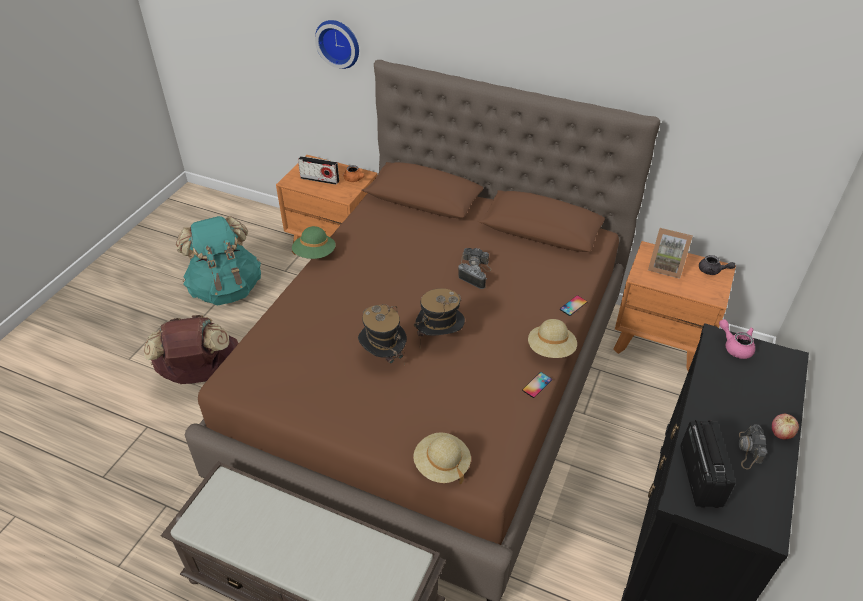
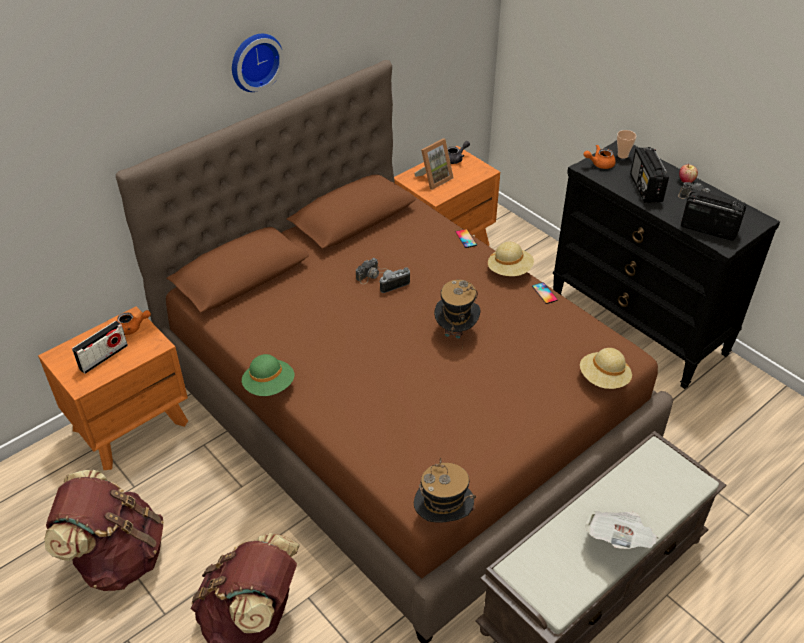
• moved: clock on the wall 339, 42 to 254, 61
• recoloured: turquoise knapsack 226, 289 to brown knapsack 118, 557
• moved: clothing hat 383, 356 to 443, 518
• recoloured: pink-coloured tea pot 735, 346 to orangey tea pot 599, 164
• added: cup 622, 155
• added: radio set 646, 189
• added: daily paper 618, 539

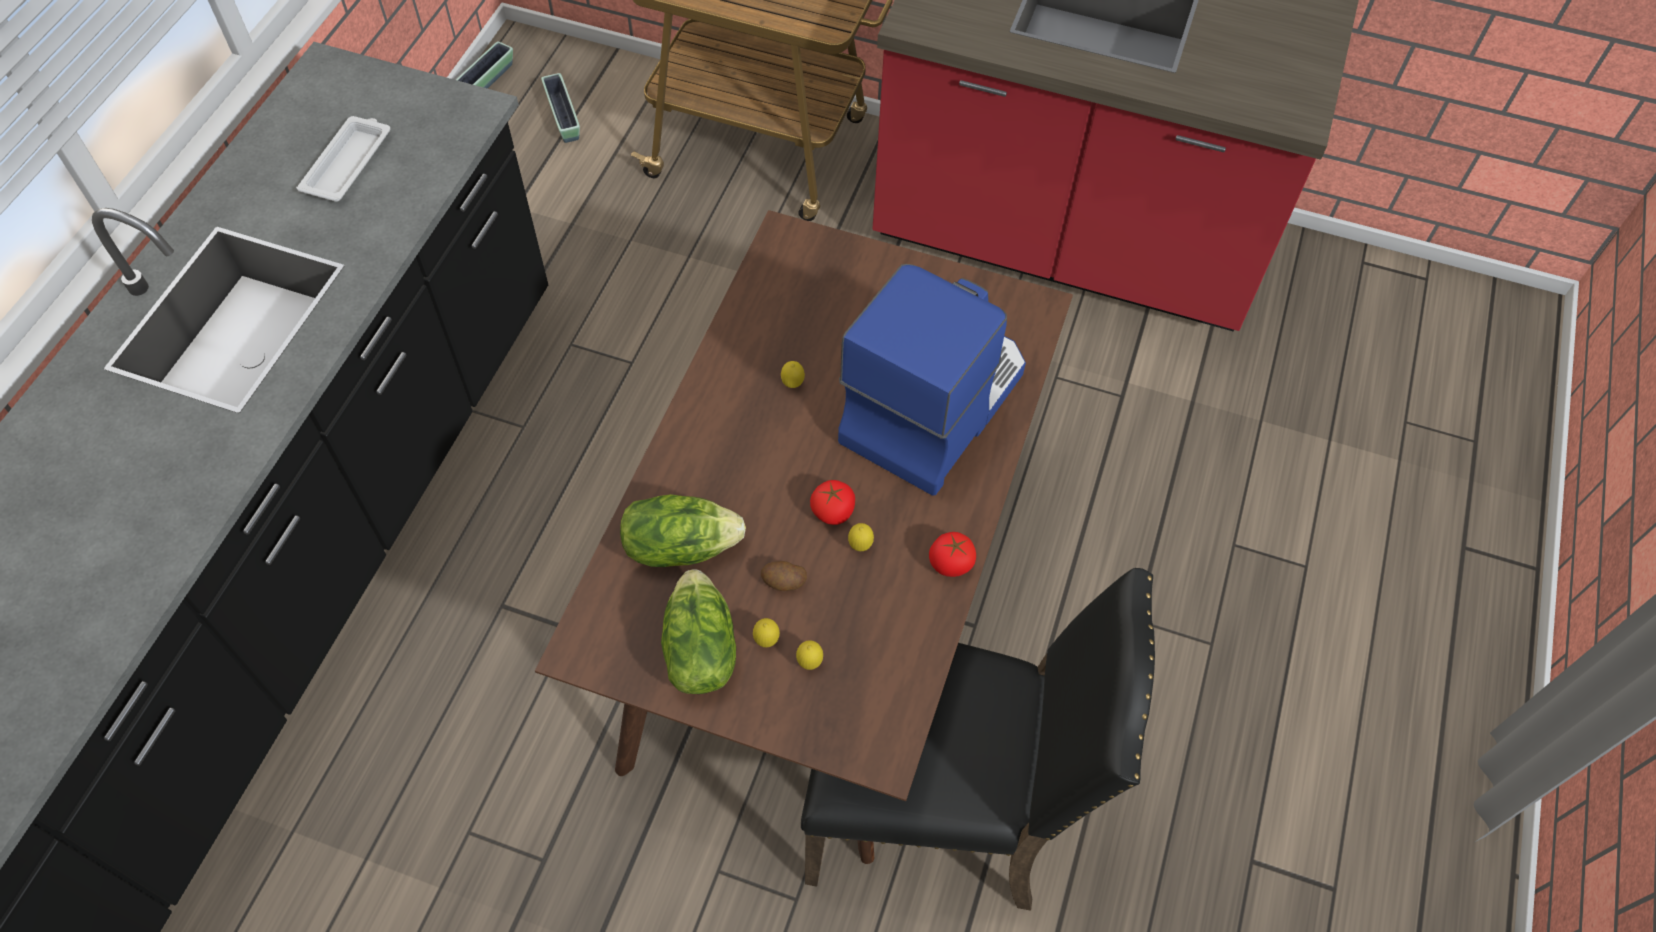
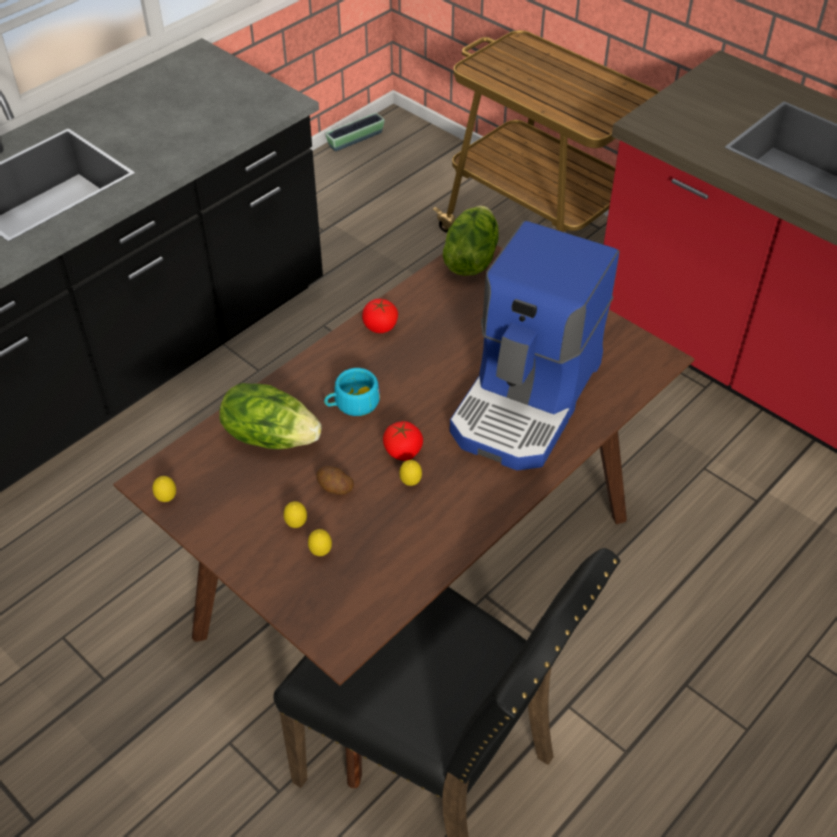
• removed: planter 563, 117
• removed: white-coloured serving tray 348, 163
• turned: coffee maker 931, 404 = 528, 400 150 degrees clockwise
• moved: whole lemon 792, 384 to 167, 499
• moved: fresh tomato 950, 563 to 380, 326
• moved: lettuce head 698, 650 to 470, 259
• added: turquoise cup 352, 403

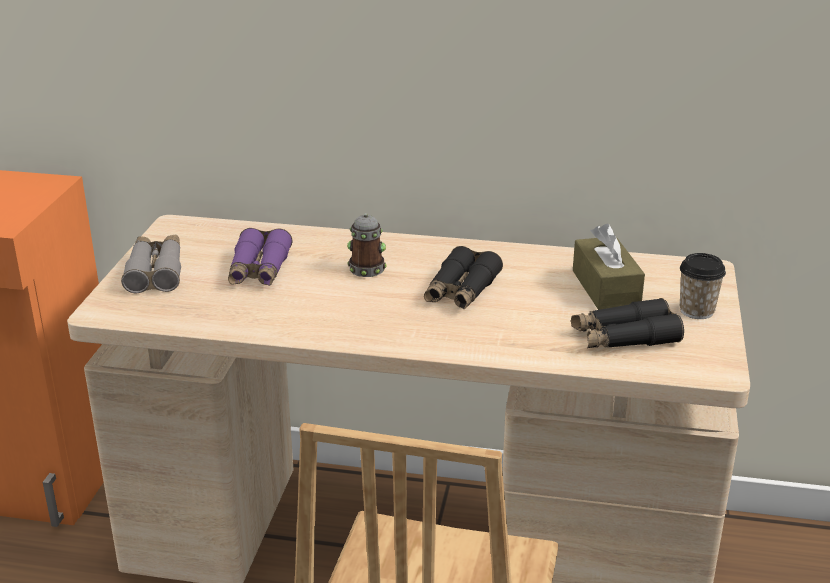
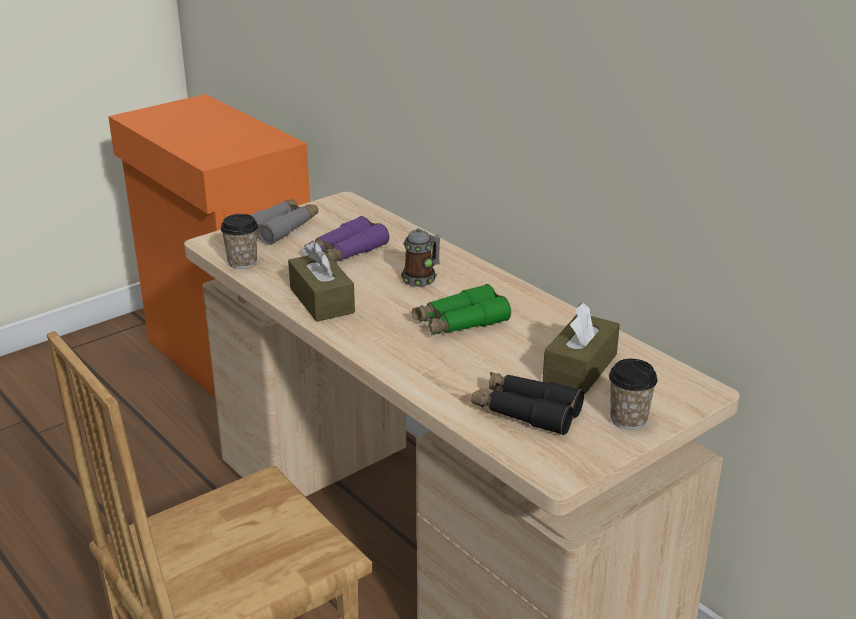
• recoloured: black binoculars 461, 291 to greenish binoculars 460, 322
• added: cup 242, 262
• added: brown tissue box 322, 300

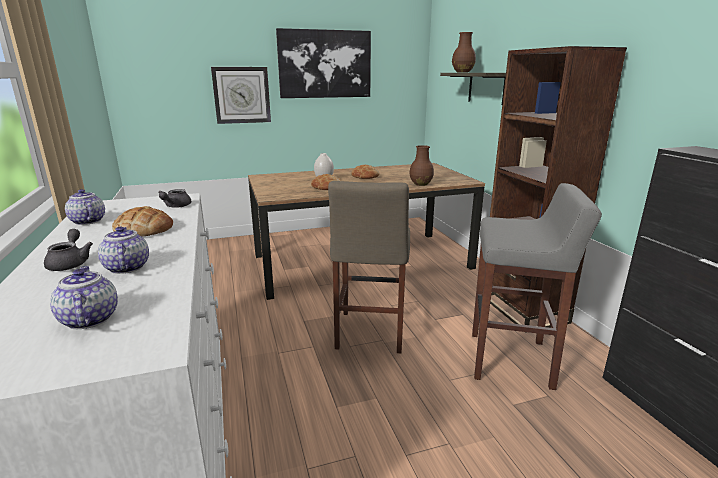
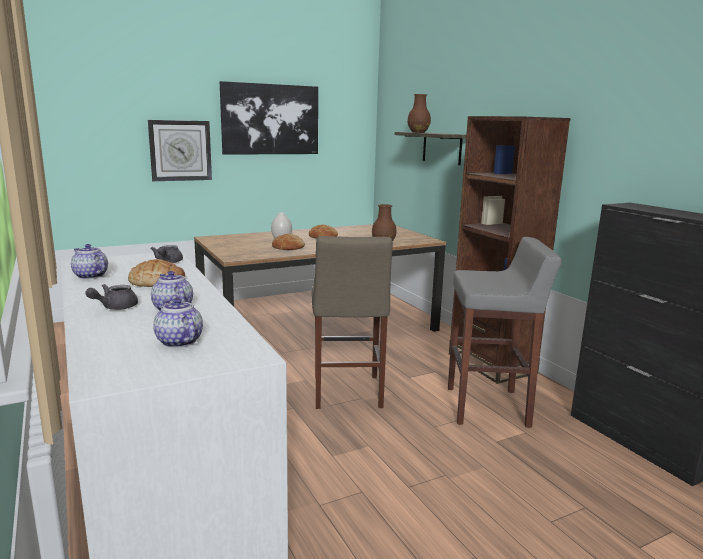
• turned: gray tea pot 70, 263 = 115, 307 120 degrees counterclockwise

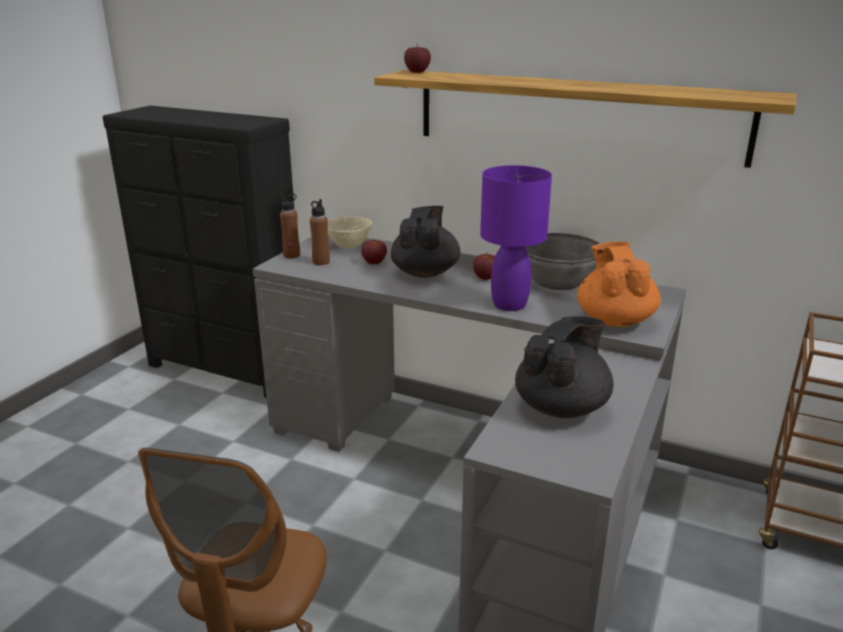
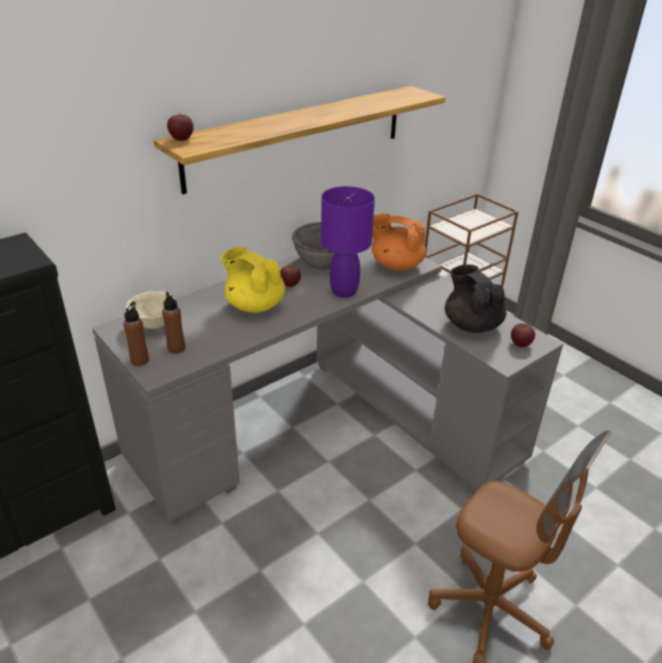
• recoloured: black tea pot 425, 272 to yellowish tea pot 254, 305
• moved: apple fruit 374, 262 to 520, 344

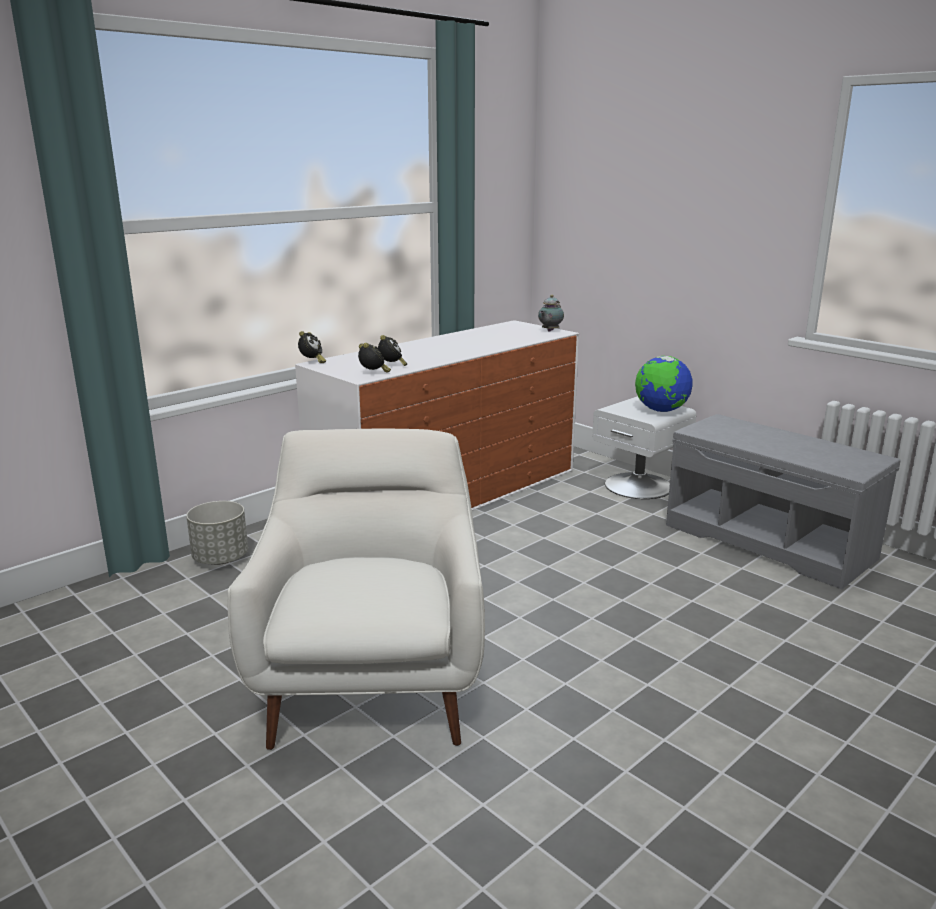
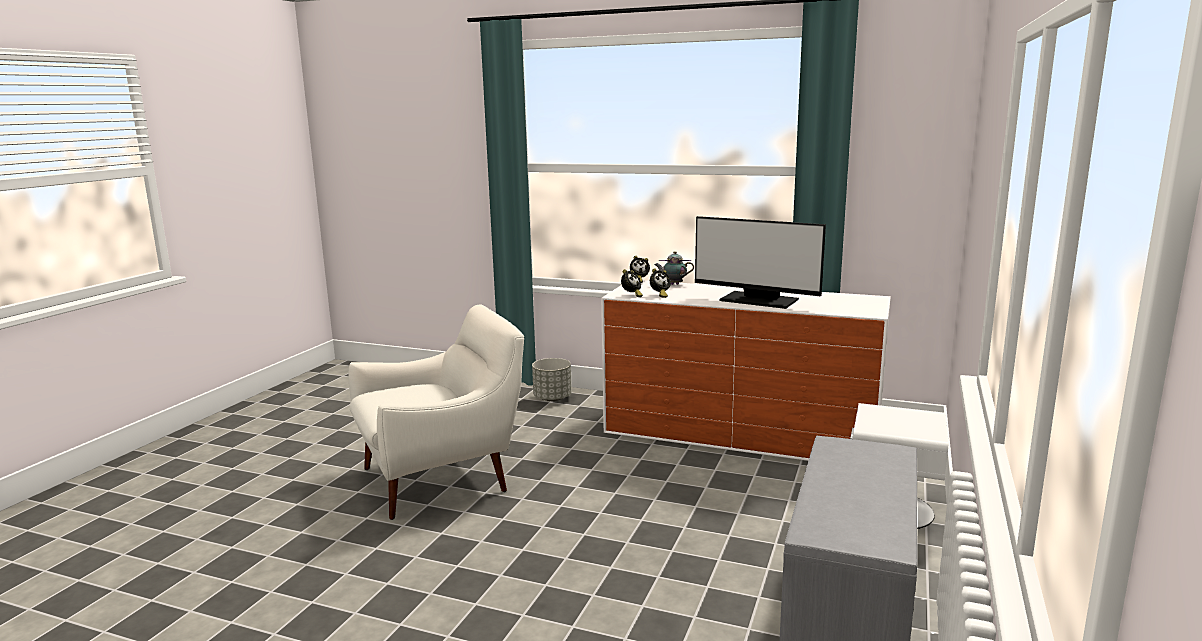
• moved: tea pot 549, 331 to 673, 284
• removed: desk globe 661, 411
• added: computer display 758, 300

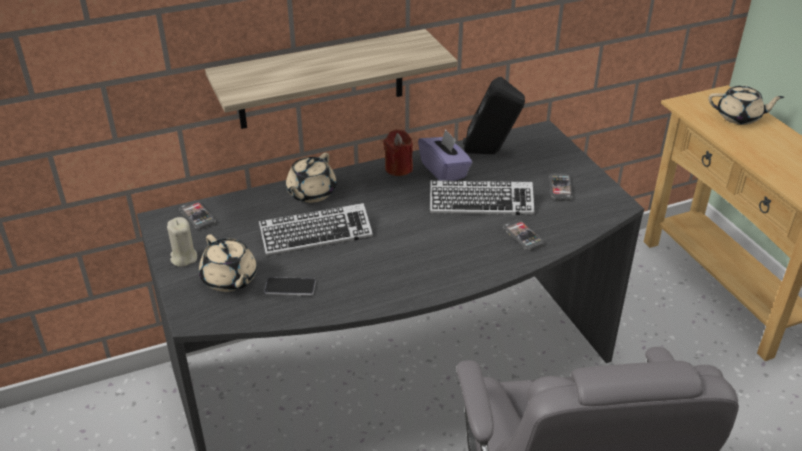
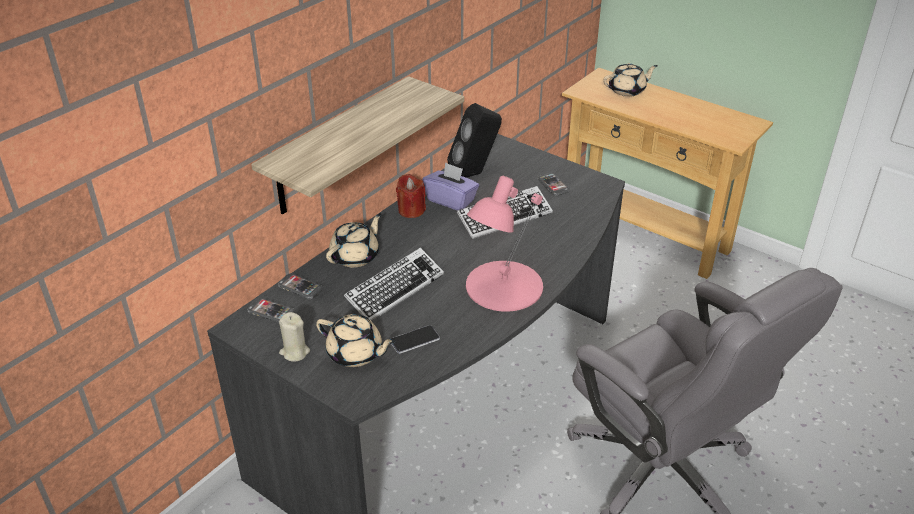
• turned: beige-coloured tea pot 311, 193 = 356, 256 135 degrees counterclockwise
• moved: telephone 523, 236 to 300, 287
• added: pink-coloured table lamp 502, 286

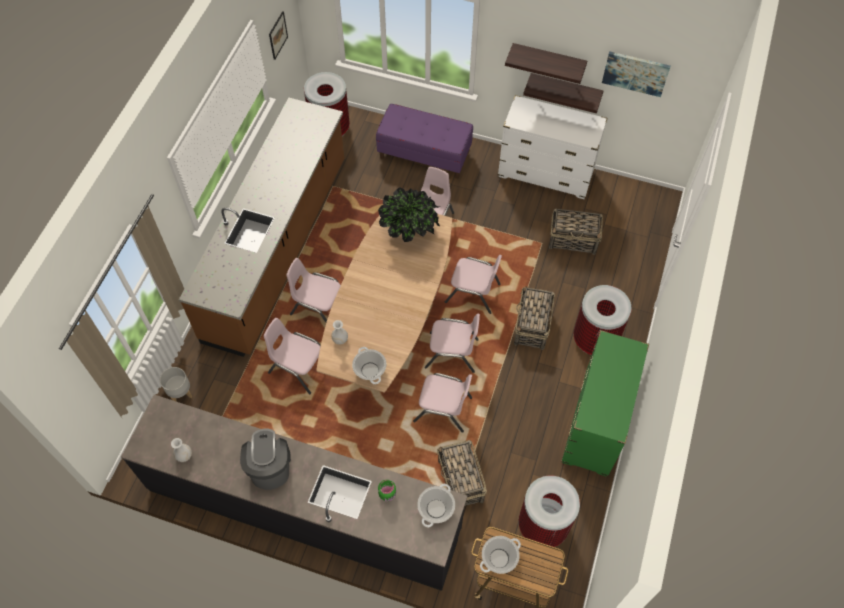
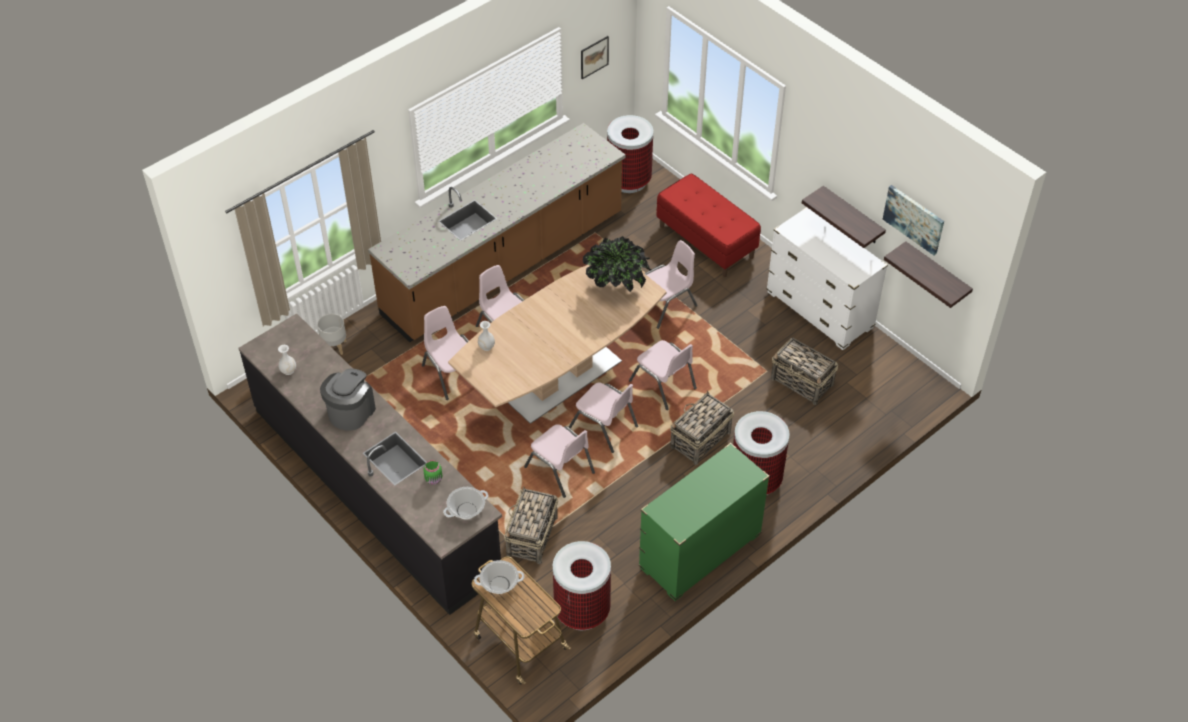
• moved: bracket shelf 548, 60 to 936, 273
• recoloured: purplish long seat 424, 155 to red-coloured long seat 706, 242
• removed: saucepot 369, 370

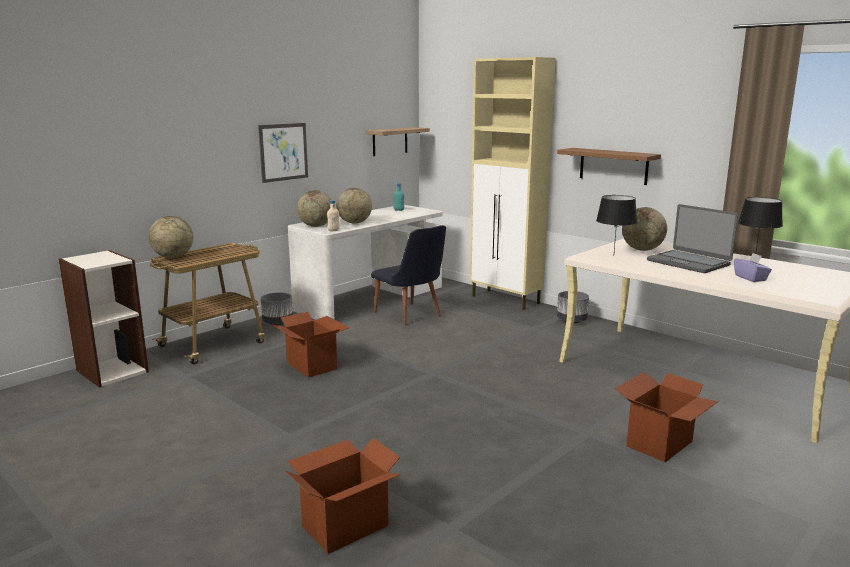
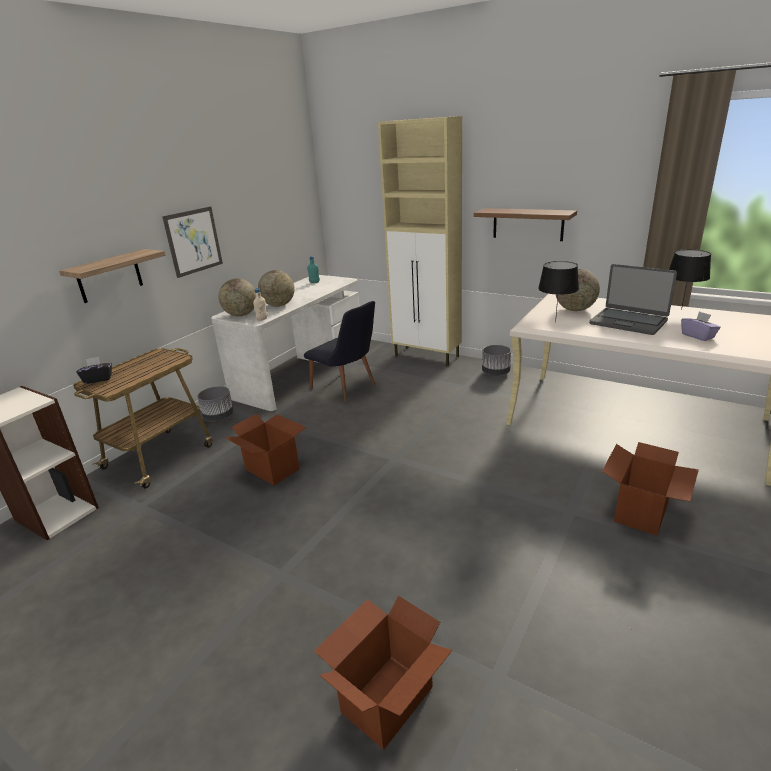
• moved: bracket shelf 390, 141 to 109, 276
• replaced: desk globe 173, 257 to black tissue box 98, 379

